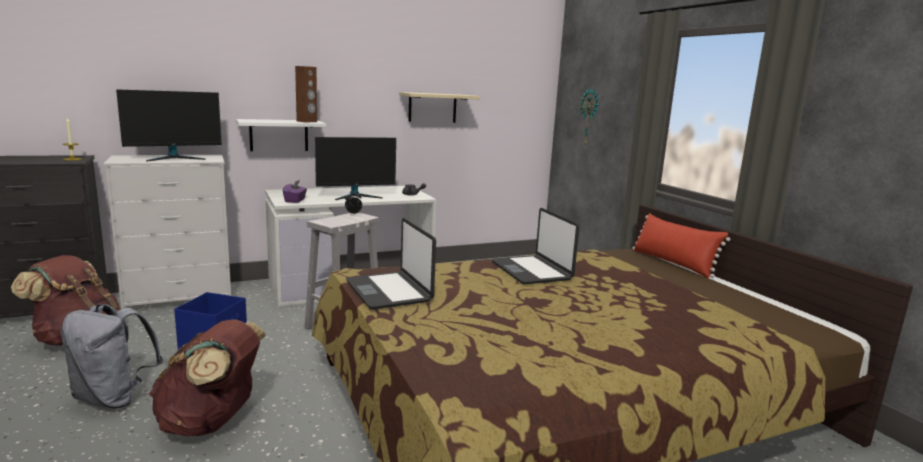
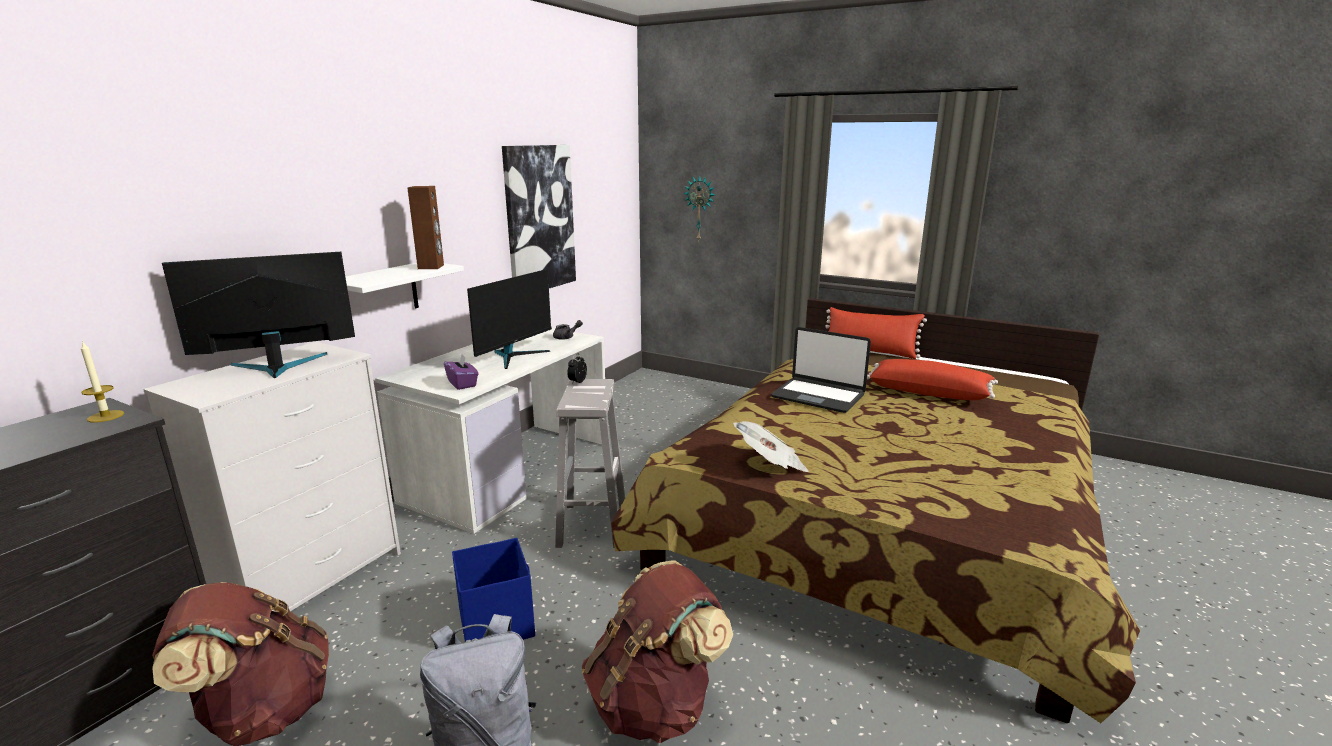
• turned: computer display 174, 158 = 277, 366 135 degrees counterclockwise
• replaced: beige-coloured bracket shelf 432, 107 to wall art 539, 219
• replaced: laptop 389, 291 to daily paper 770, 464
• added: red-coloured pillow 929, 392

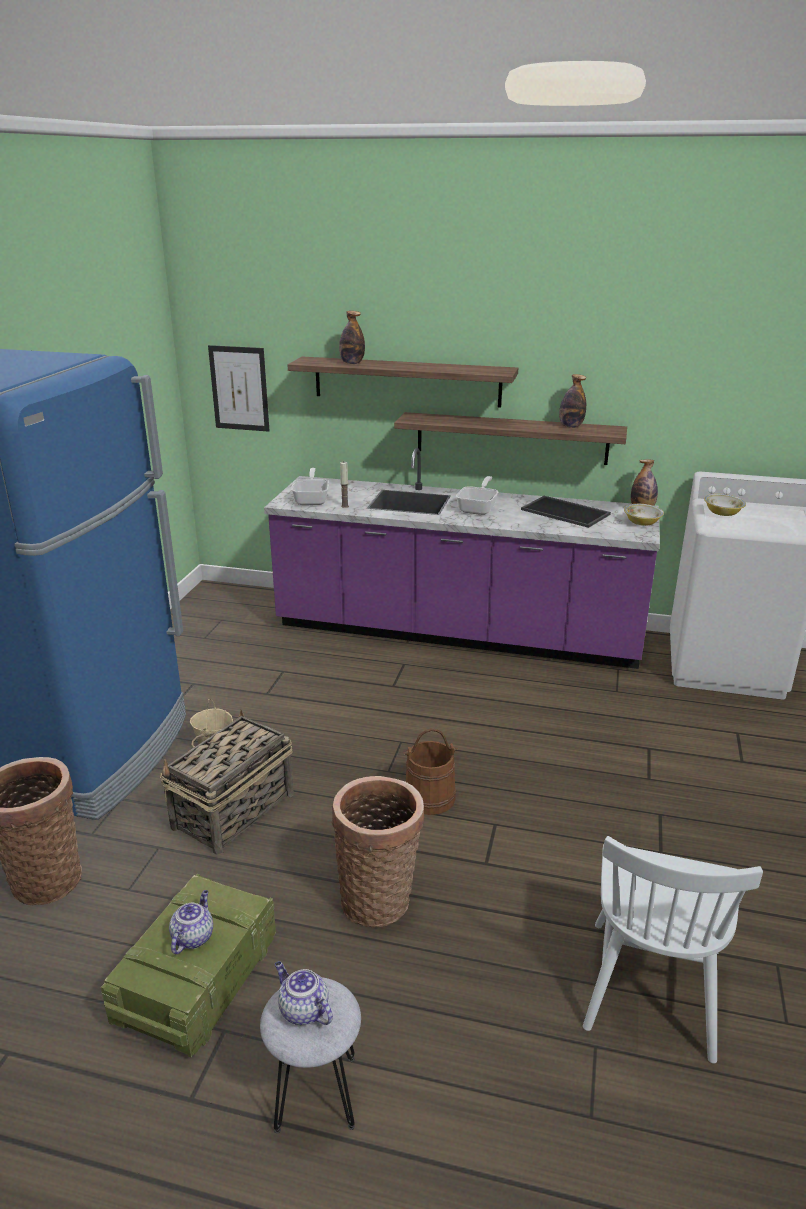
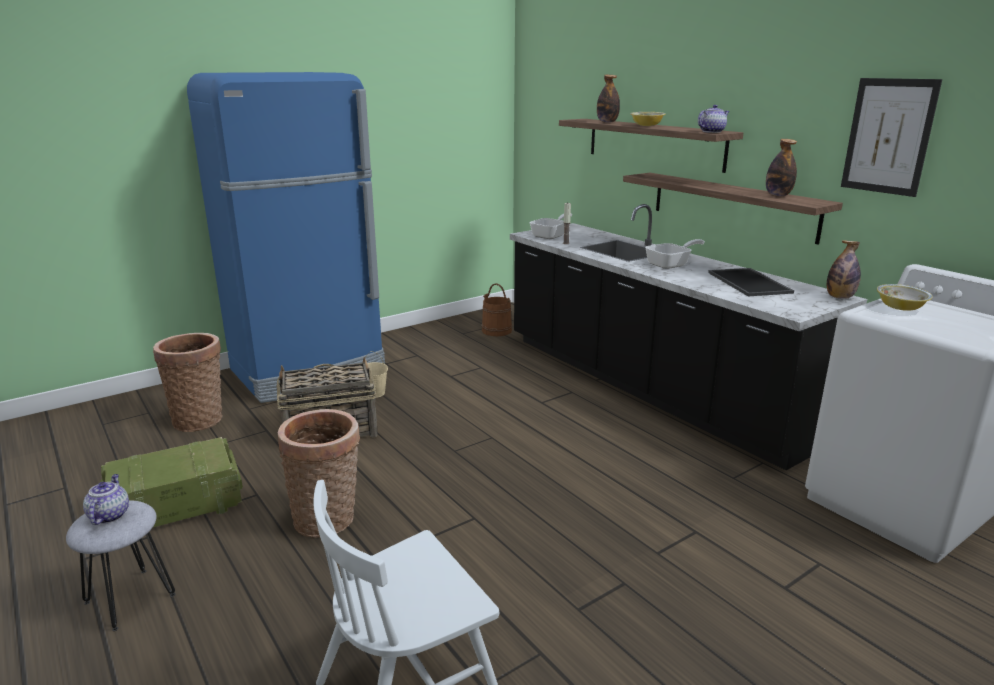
• moved: wall art 239, 388 to 888, 136
• recoloured: purplish kitchen counter 457, 632 to black kitchen counter 648, 387
• moved: deep dish 642, 523 to 646, 125
• moved: brown water bucket 429, 798 to 496, 330
• moved: tea pot 193, 937 to 712, 131

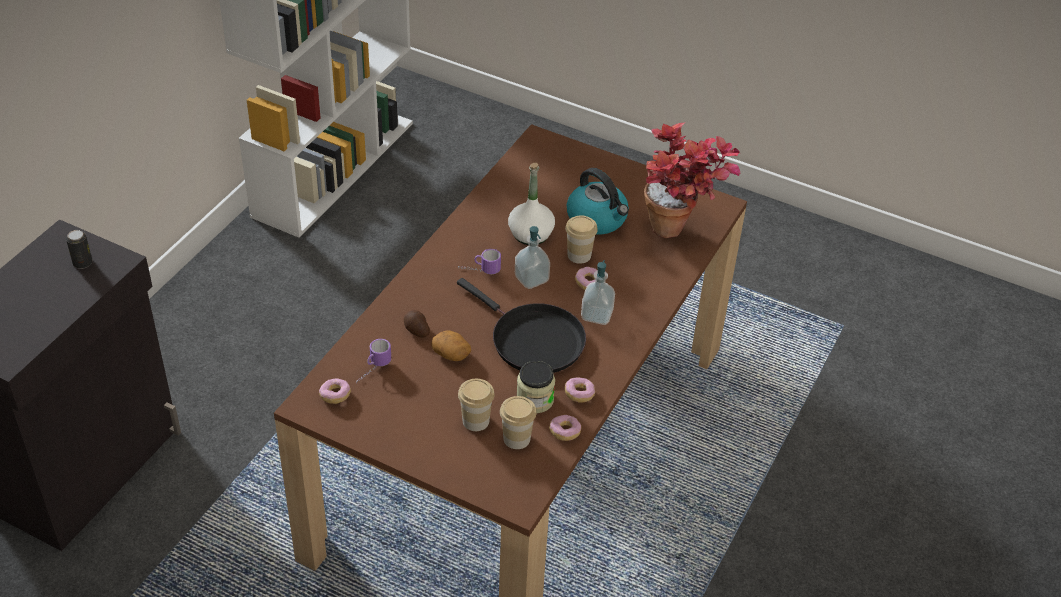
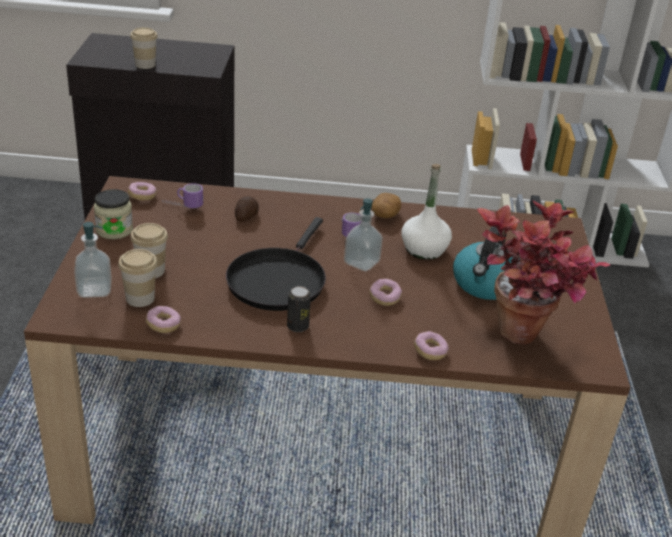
• moved: cup 579, 255 to 145, 65
• moved: sealed can 82, 263 to 297, 326
• moved: liquid soap bottle 596, 315 to 94, 290
• moved: whole potato 452, 354 to 385, 215
• moved: jar 535, 400 to 114, 230
• moved: donut 579, 394 to 430, 352

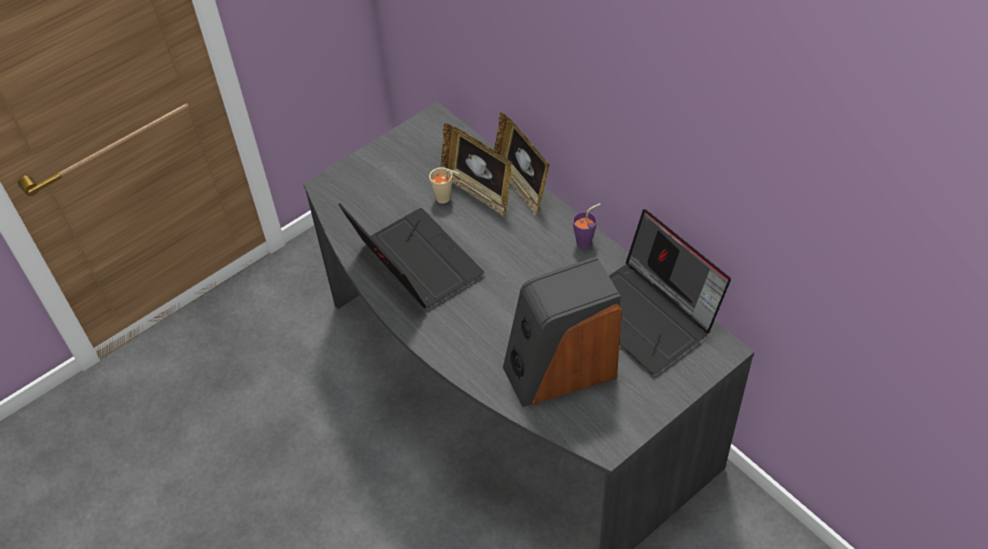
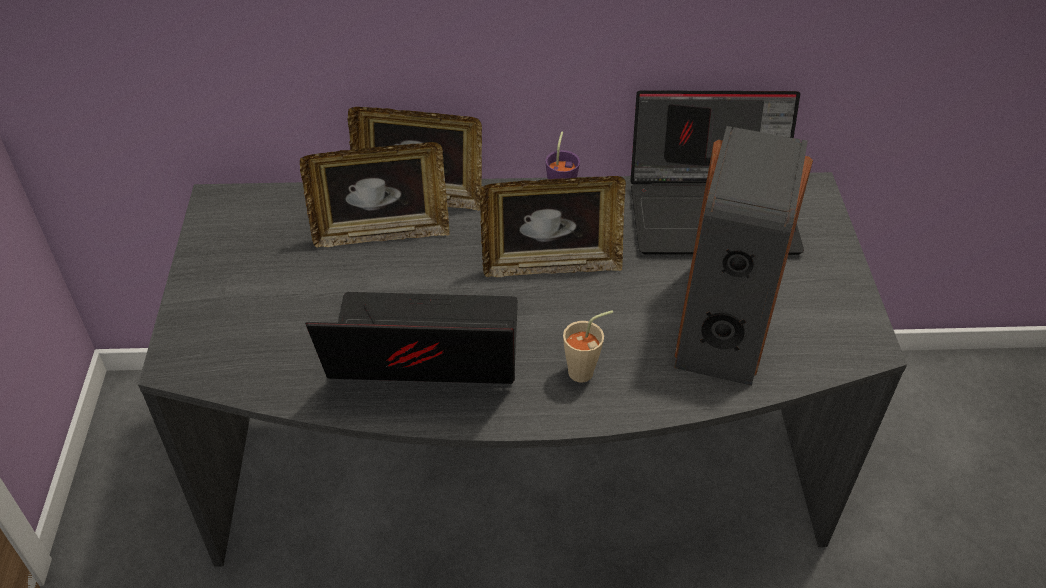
• moved: beige-coloured cup 446, 199 to 586, 371
• added: standing frame 551, 264

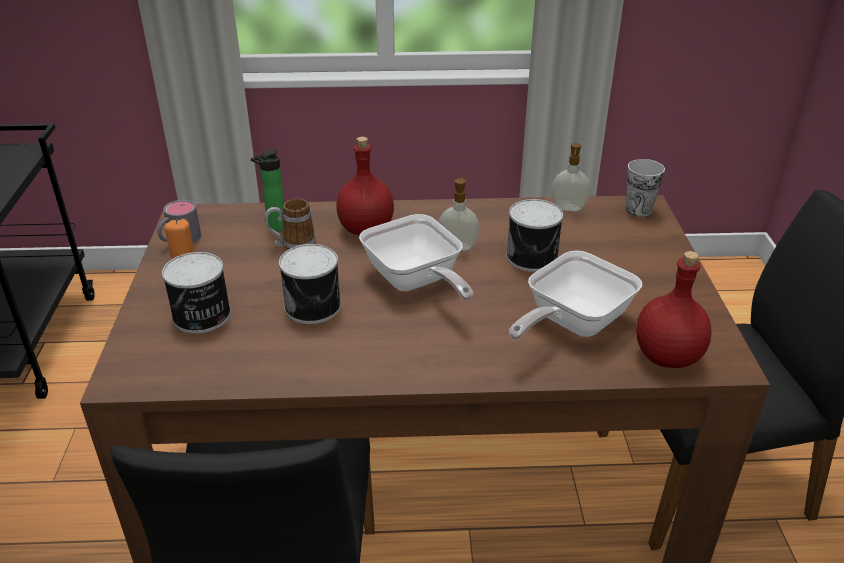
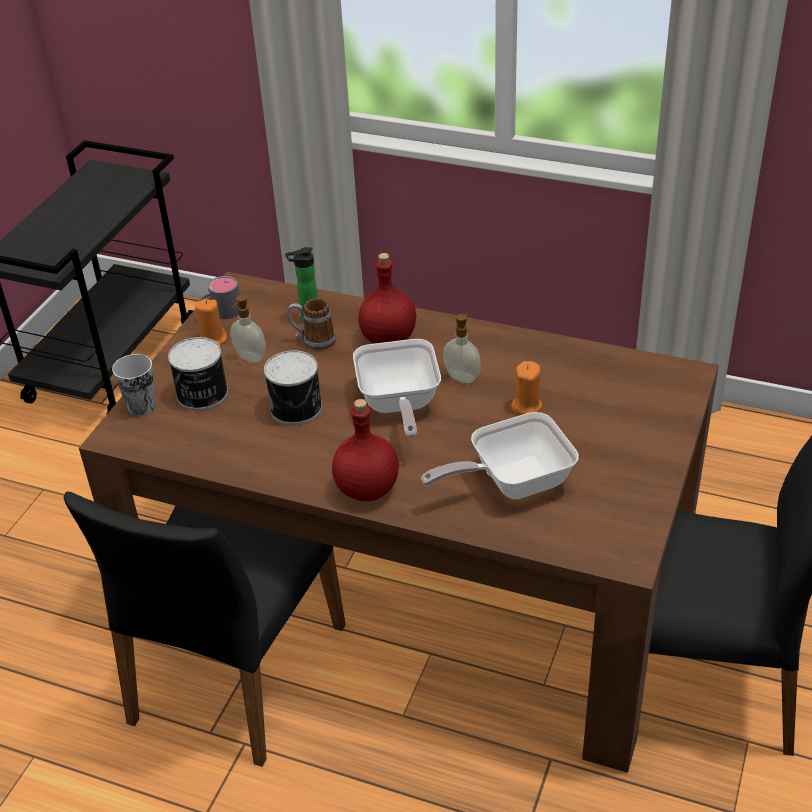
• moved: liquid soap bottle 568, 208 to 249, 358
• moved: cup 638, 210 to 141, 407
• replaced: sealed can 533, 257 to orangey candle 526, 406
• moved: red-coloured beverage bottle 668, 357 to 368, 490

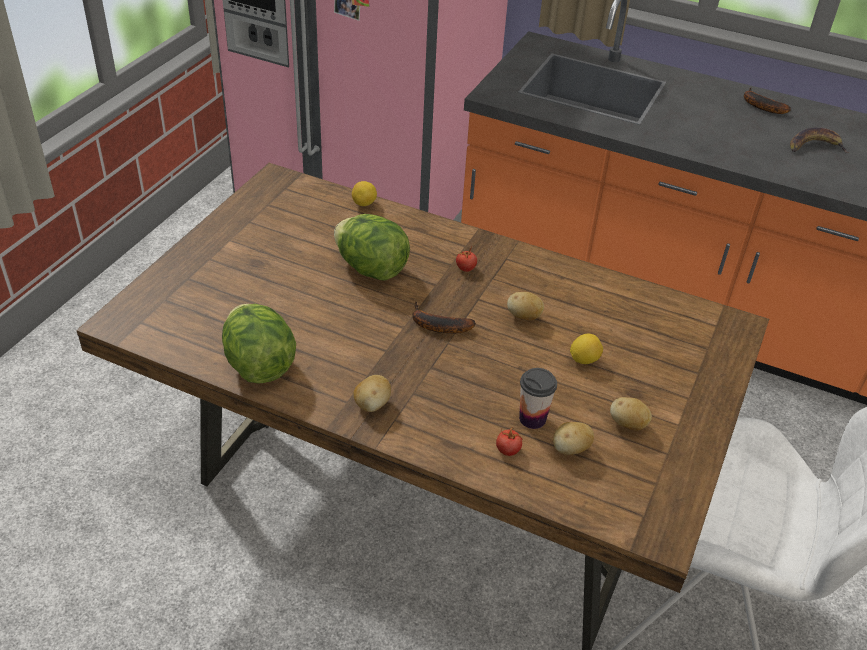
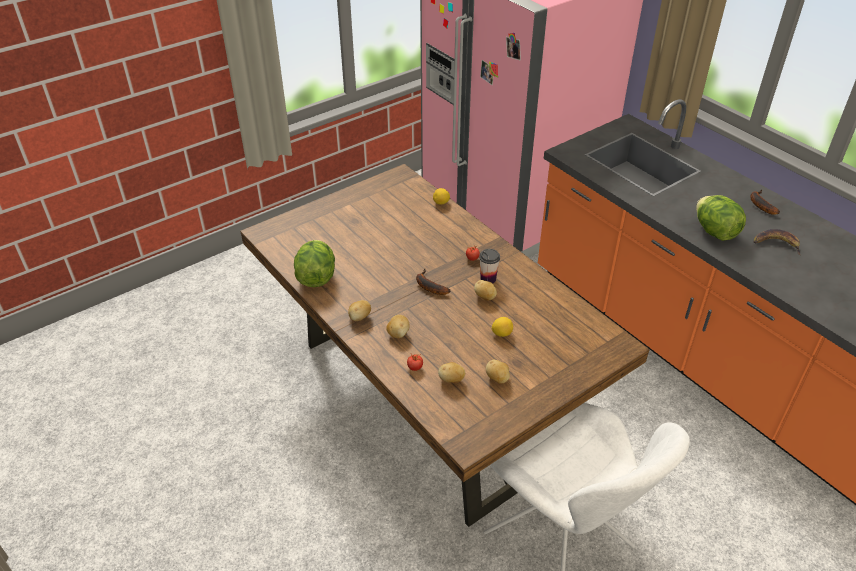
• moved: lettuce head 371, 269 to 715, 232
• moved: cup 532, 418 to 488, 279
• added: whole potato 398, 333

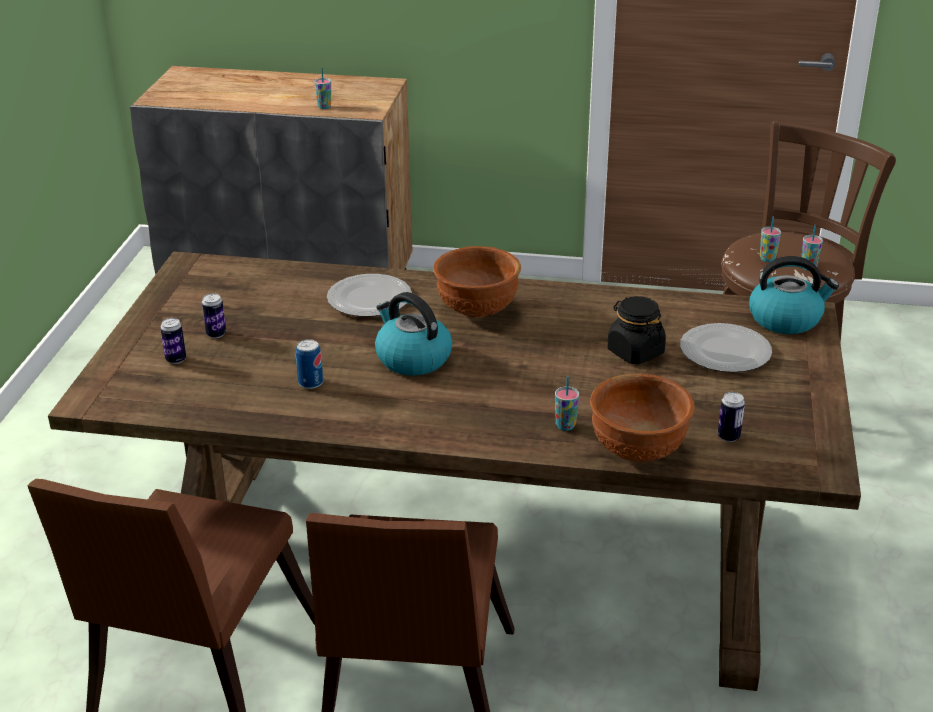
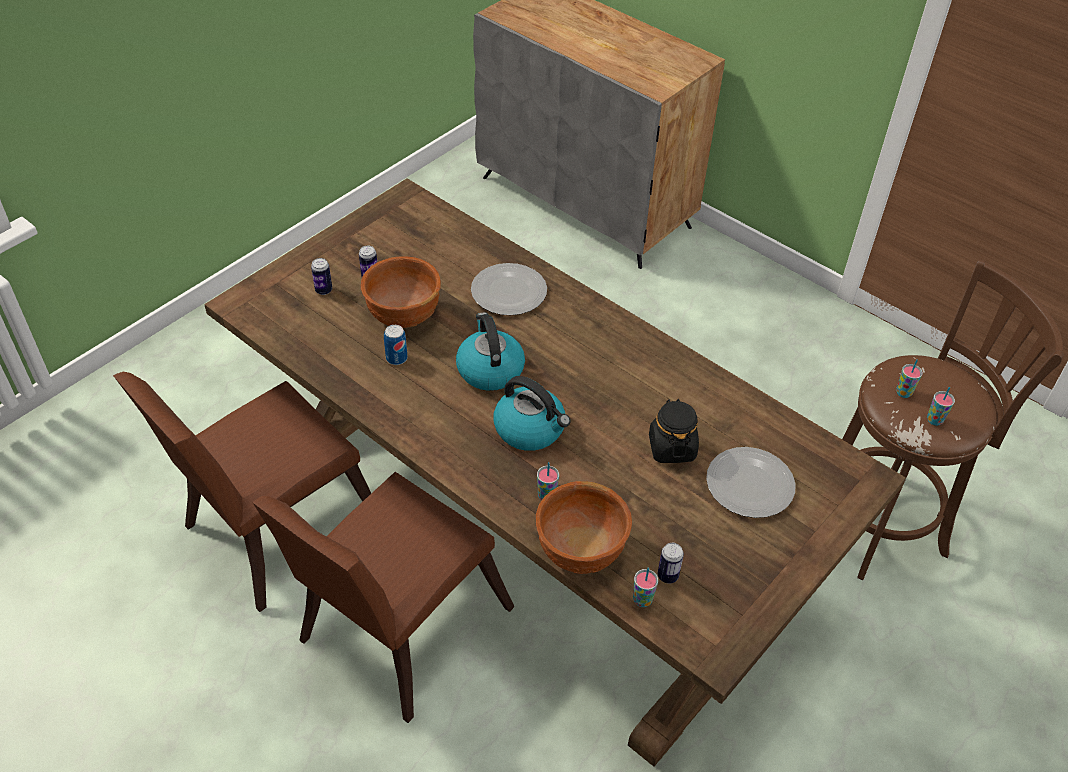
• moved: cup 324, 106 to 642, 600
• moved: brown deep dish 476, 310 to 403, 315
• moved: tea kettle 786, 319 to 531, 429

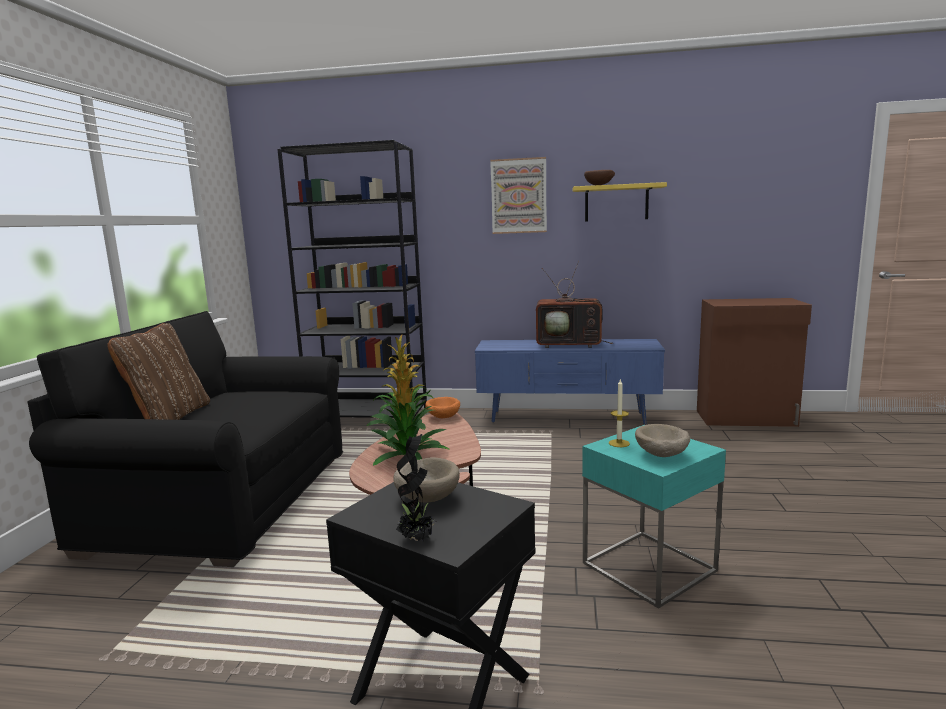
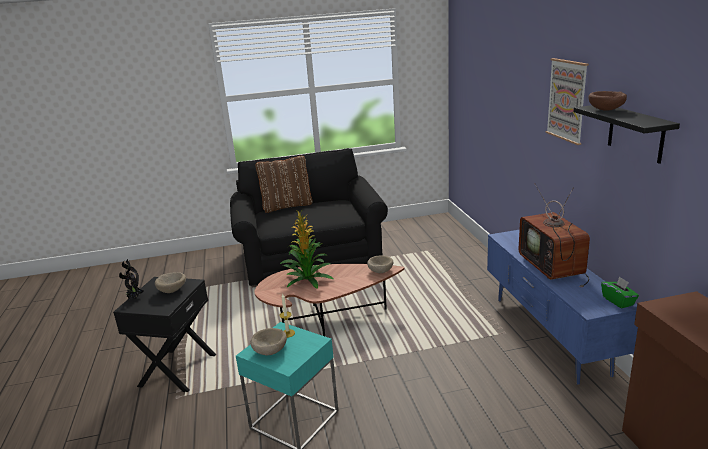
• removed: black bookshelf 369, 416
• recoloured: yellowish bracket shelf 616, 203 to black bracket shelf 635, 133
• recoloured: orangey deep dish 442, 417 to beige-coloured deep dish 380, 271
• added: greenish tissue box 618, 301

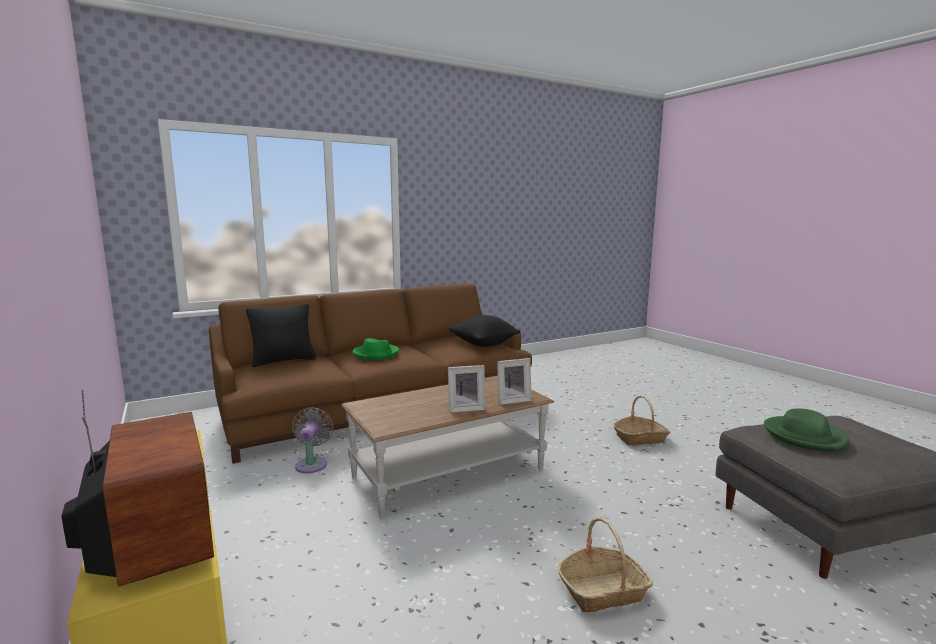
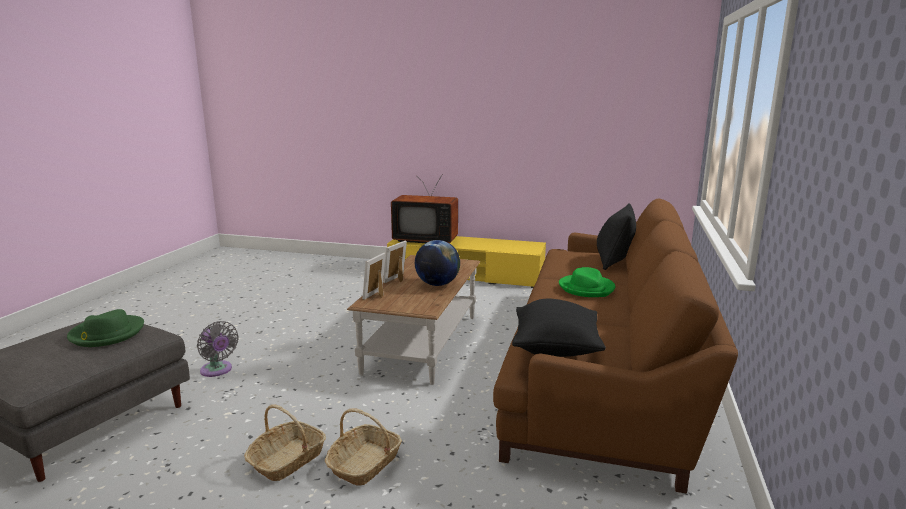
• moved: gray fan 312, 464 to 217, 370
• moved: storage basket 603, 591 to 365, 464
• added: desk globe 437, 284

